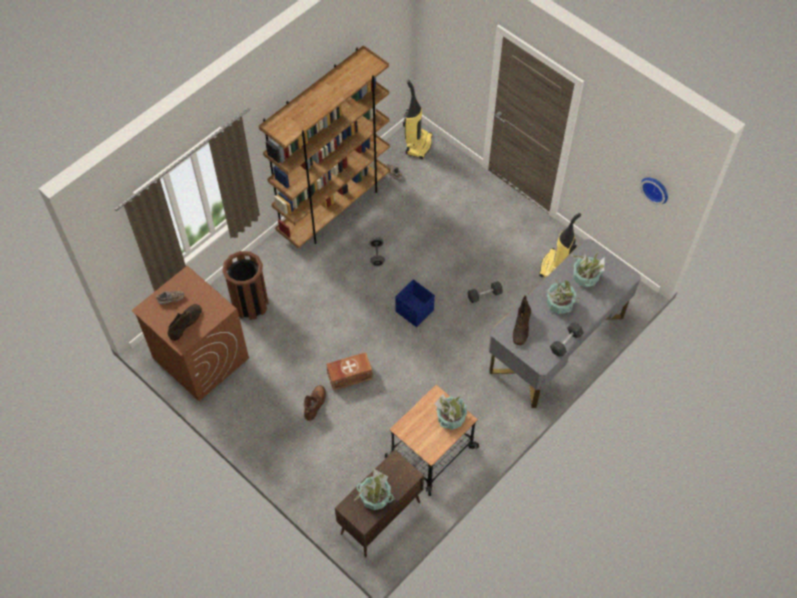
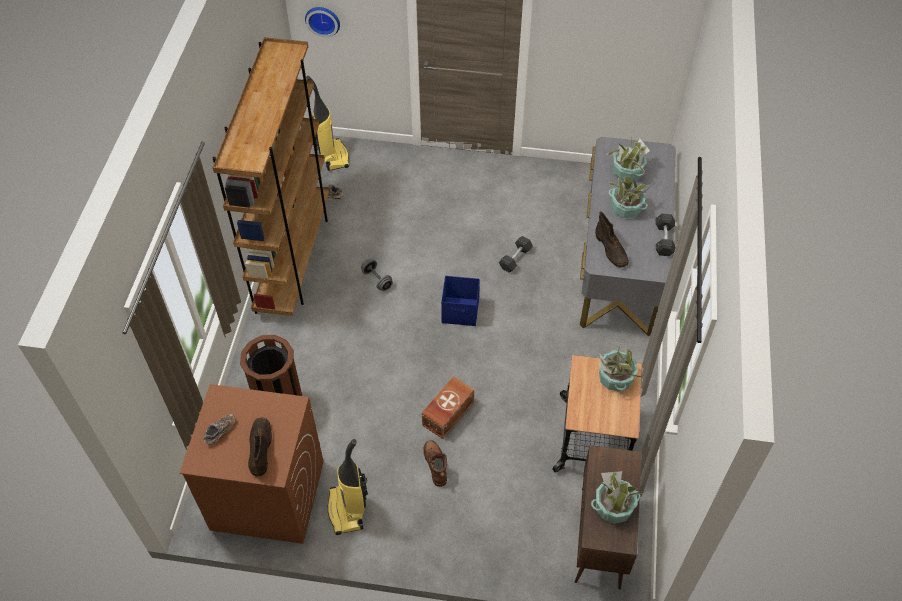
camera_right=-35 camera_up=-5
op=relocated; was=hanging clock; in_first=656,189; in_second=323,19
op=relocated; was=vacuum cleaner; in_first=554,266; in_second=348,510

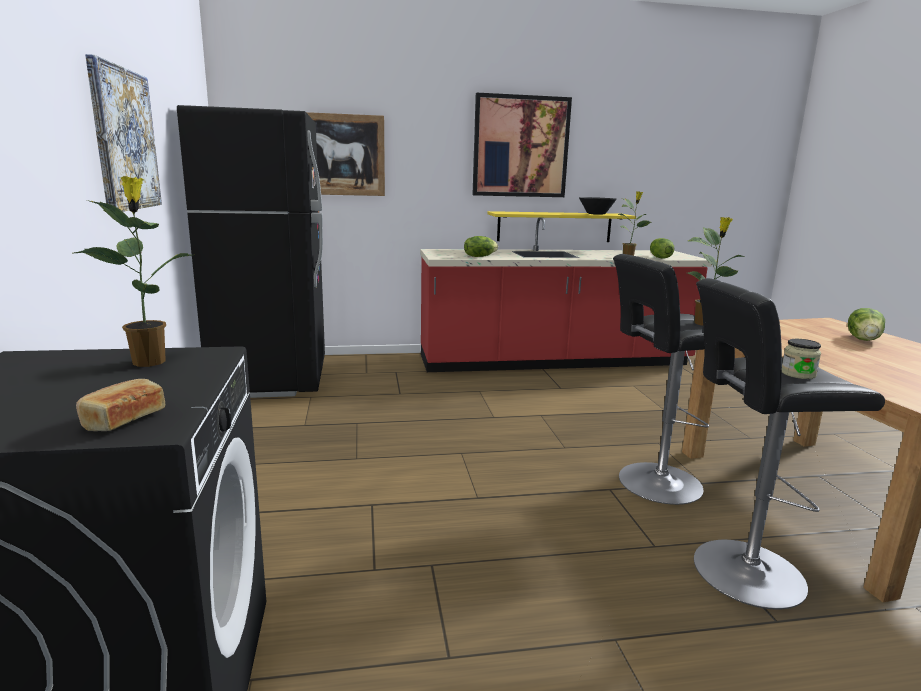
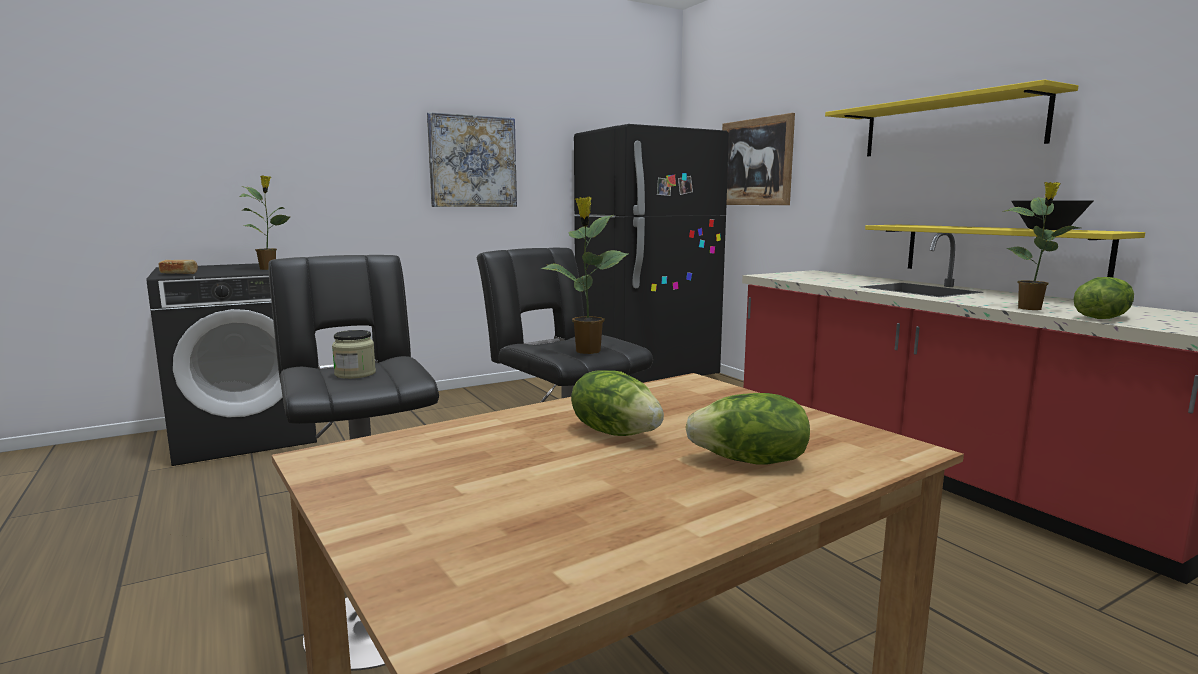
camera_right=70 camera_up=-5
op=exchanged; was=wall picture; now=yellow-coloured bracket shelf; in_first=520,147; in_second=950,126
op=relocated; was=head of lettuce; in_first=479,256; in_second=616,432

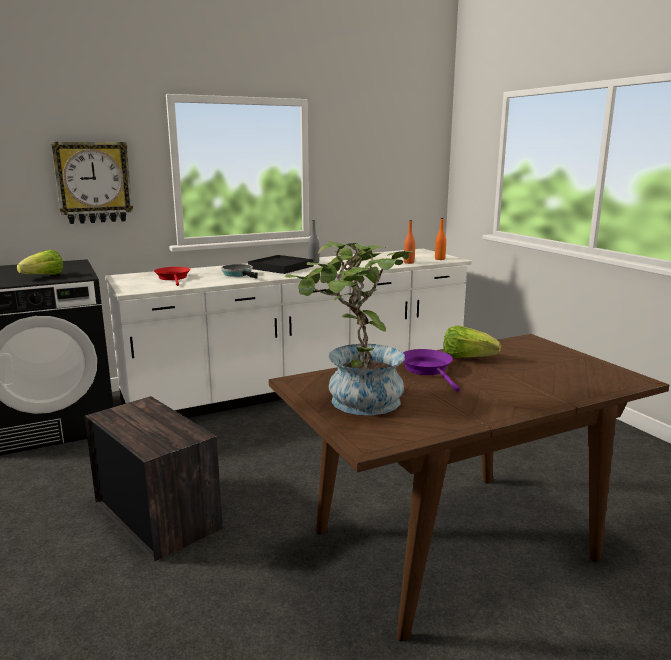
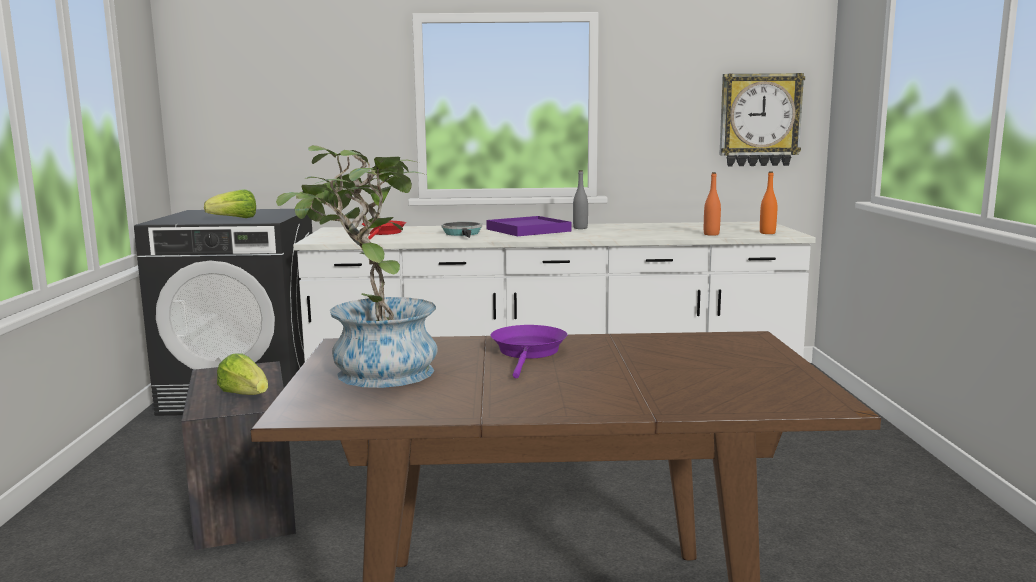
camera_right=25 camera_up=-5
op=relocated; was=hanging clock; in_first=93,182; in_second=759,120
op=colour; was=blackish carrying tray; now=purple carrying tray; in_first=281,267; in_second=528,230
op=relocated; was=head of lettuce; in_first=467,358; in_second=245,395

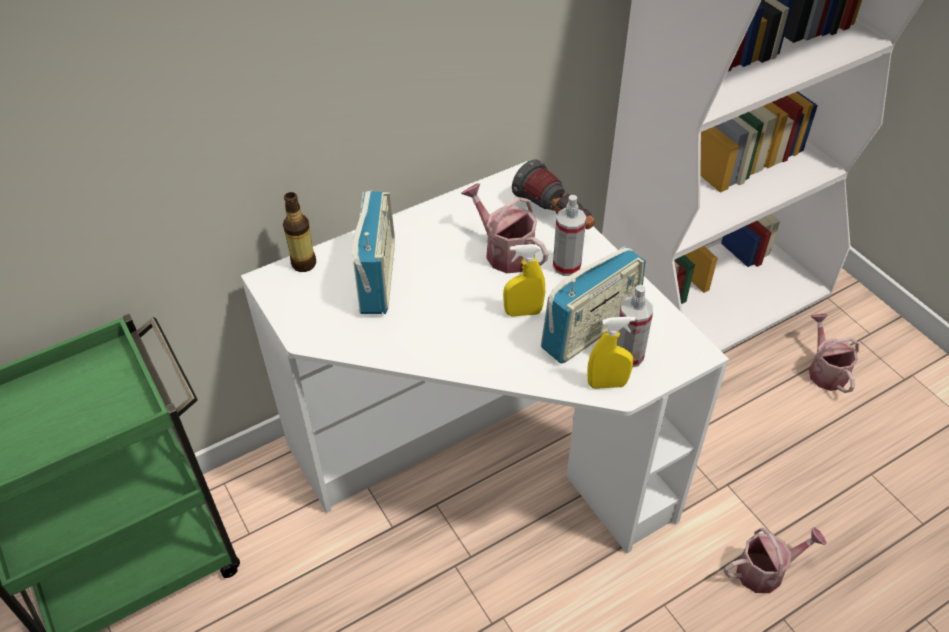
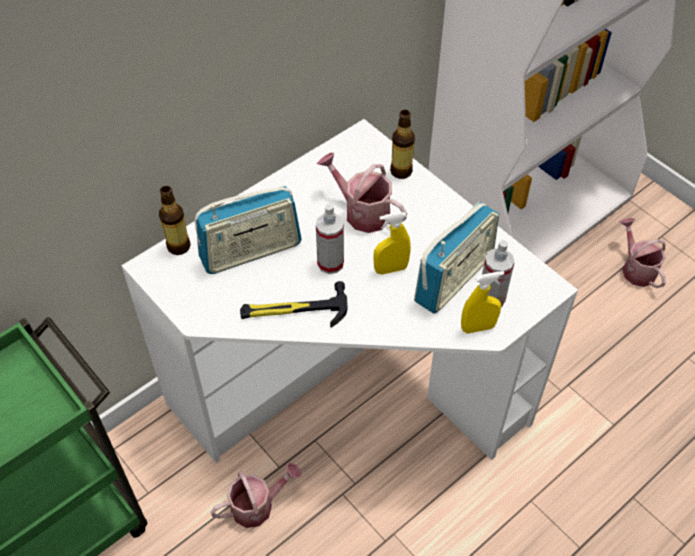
camera_right=-10 camera_up=5
op=exchanged; was=flashlight; now=bottle; in_first=555,216; in_second=401,171
op=spun; was=radio set; in_first=377,277; in_second=251,252; clockwise=75
op=relocated; was=sprayer; in_first=566,266; in_second=330,263
op=relocated; was=sprinkling can; in_first=766,570; in_second=257,505
op=appeared; now=hand hammer; in_second=294,310

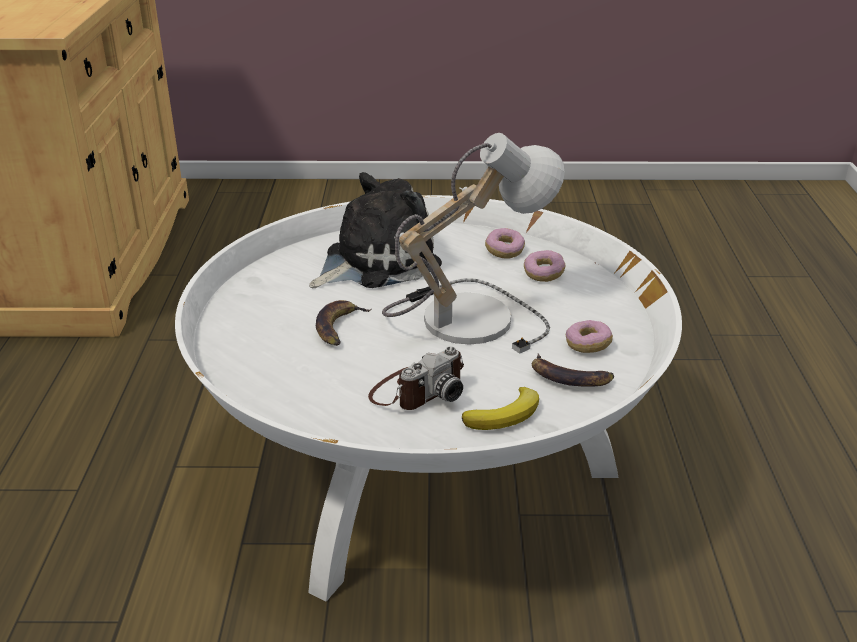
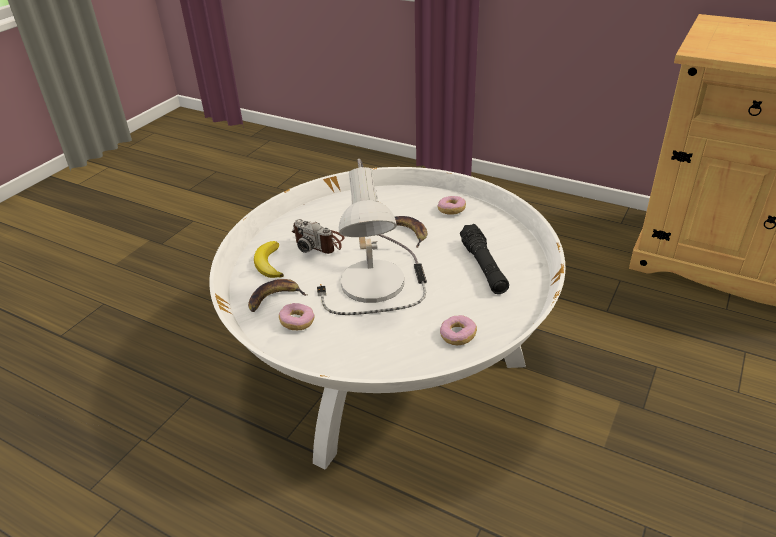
camera_right=120 camera_up=5
op=exchanged; was=cuddly toy; now=blackish flashlight; in_first=375,262; in_second=483,267
op=relocated; was=donut; in_first=543,274; in_second=451,210
op=spun; was=still camera; in_first=417,390; in_second=319,242; clockwise=-45

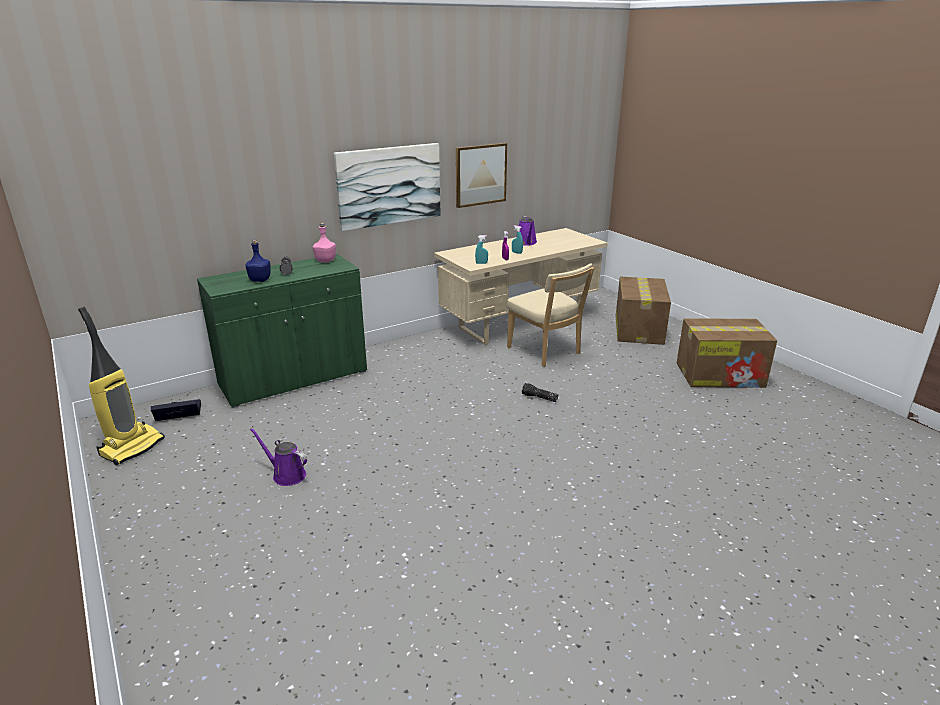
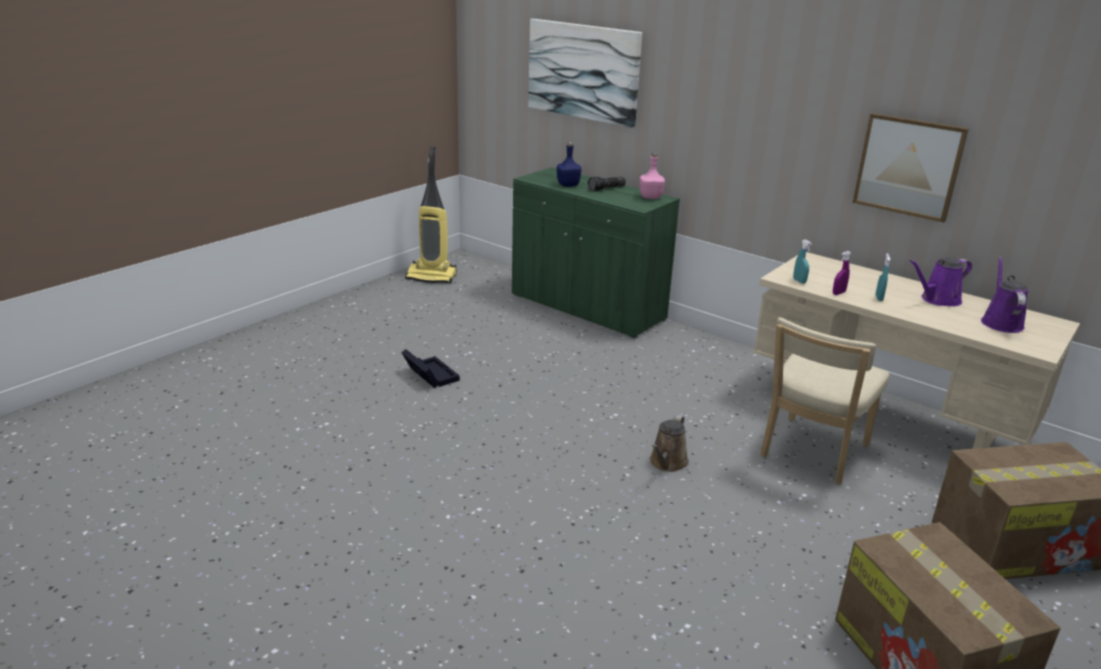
camera_right=70 camera_up=0
op=relocated; was=wall picture; in_first=389,185; in_second=583,71
op=exchanged; was=flashlight; now=brown-coloured sprinkling can; in_first=539,398; in_second=667,463
op=relocated; was=blackish storage bin; in_first=177,414; in_second=429,375
op=relocated; was=purple sprinkling can; in_first=286,475; in_second=1000,322

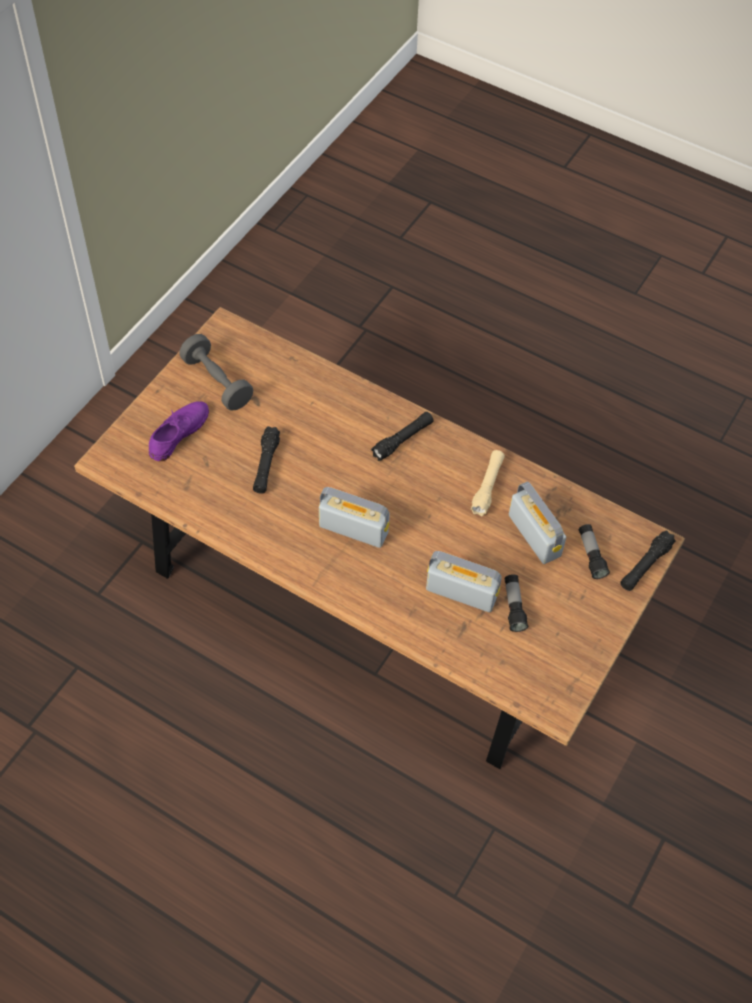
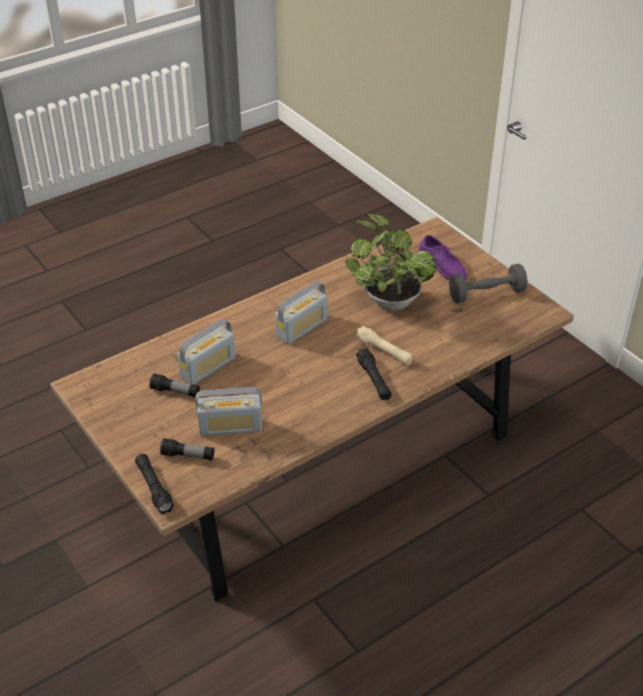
camera_right=115 camera_up=-15
op=exchanged; was=blackish flashlight; now=plant in a pot; in_first=266,465; in_second=388,300
op=relocated; was=sand-coloured flashlight; in_first=487,486; in_second=384,351

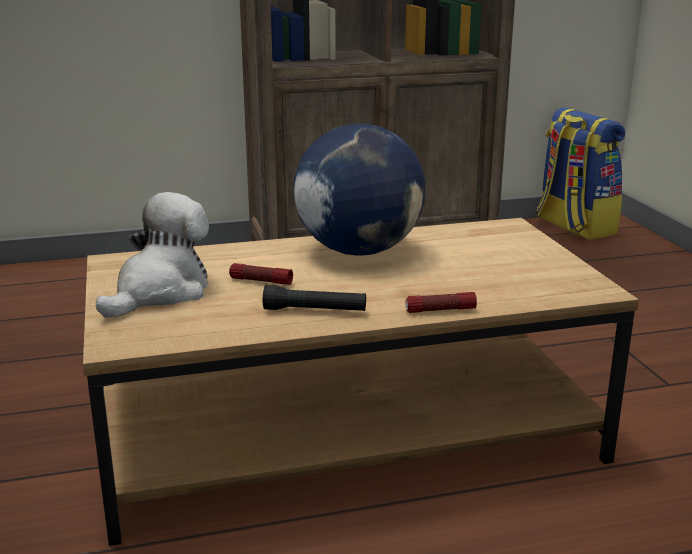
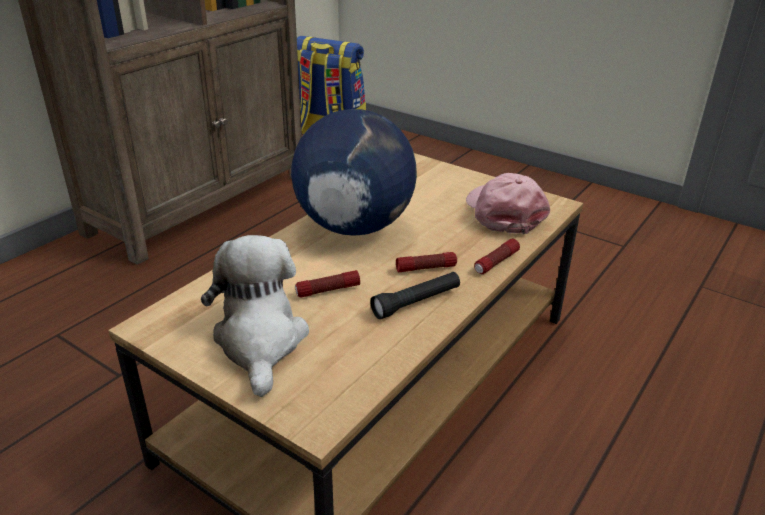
camera_right=-40 camera_up=10
op=appeared; now=pinkish baseball cap; in_second=504,212
op=appeared; now=flashlight; in_second=426,268

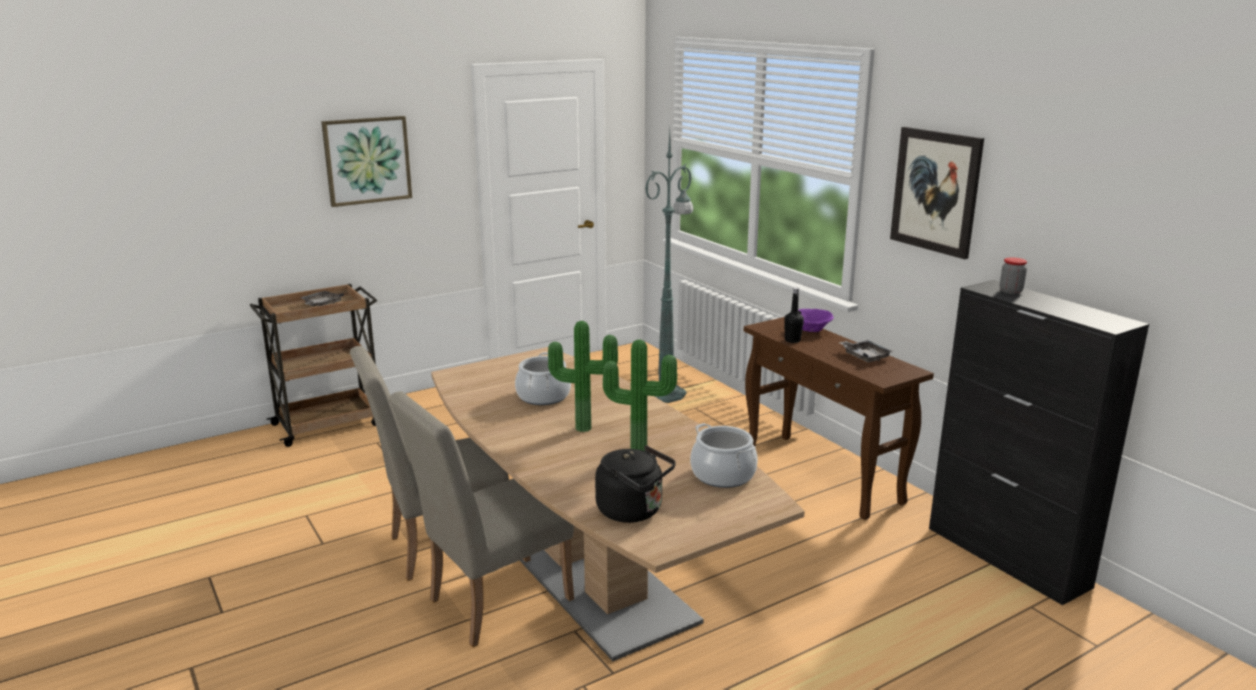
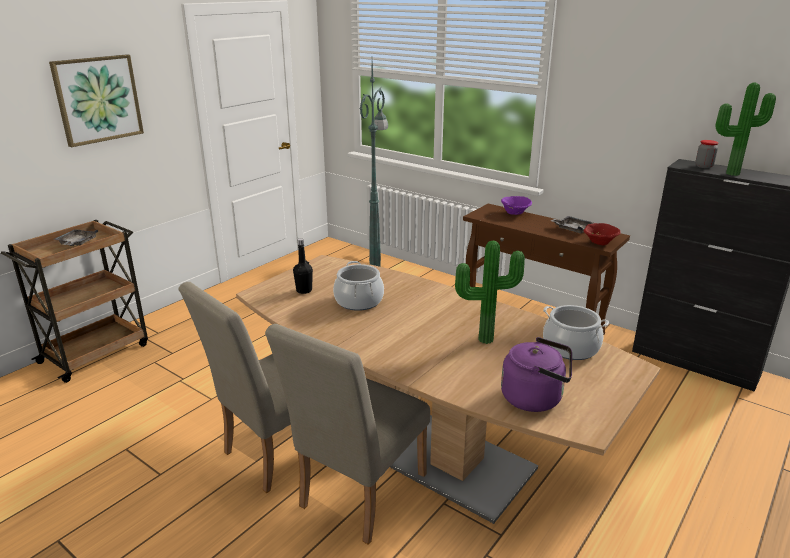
camera_right=-20 camera_up=5
op=missing; was=wall picture; in_first=936,191
op=relocated; was=blackish bottle; in_first=792,340; in_second=304,290
op=relocated; was=plant in a pot; in_first=583,427; in_second=731,173
op=colour; was=blackish tea kettle; now=purple tea kettle; in_first=633,511; in_second=535,398
op=appeared; now=reddish bowl; in_second=599,243

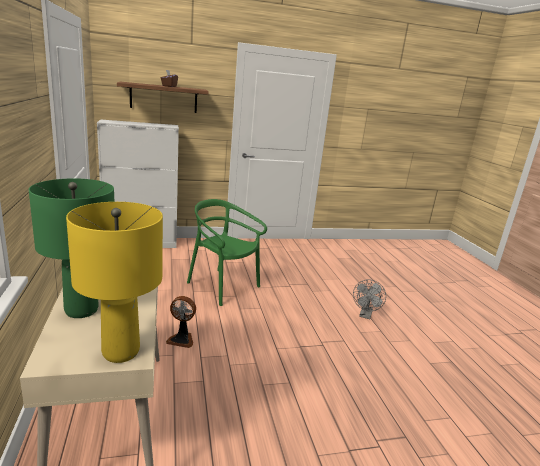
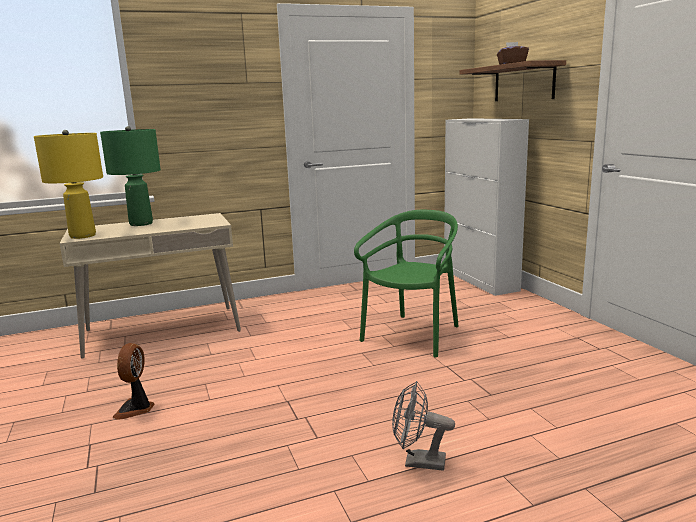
camera_right=85 camera_up=-5
op=relocated; was=electric fan; in_first=181,339; in_second=136,409

